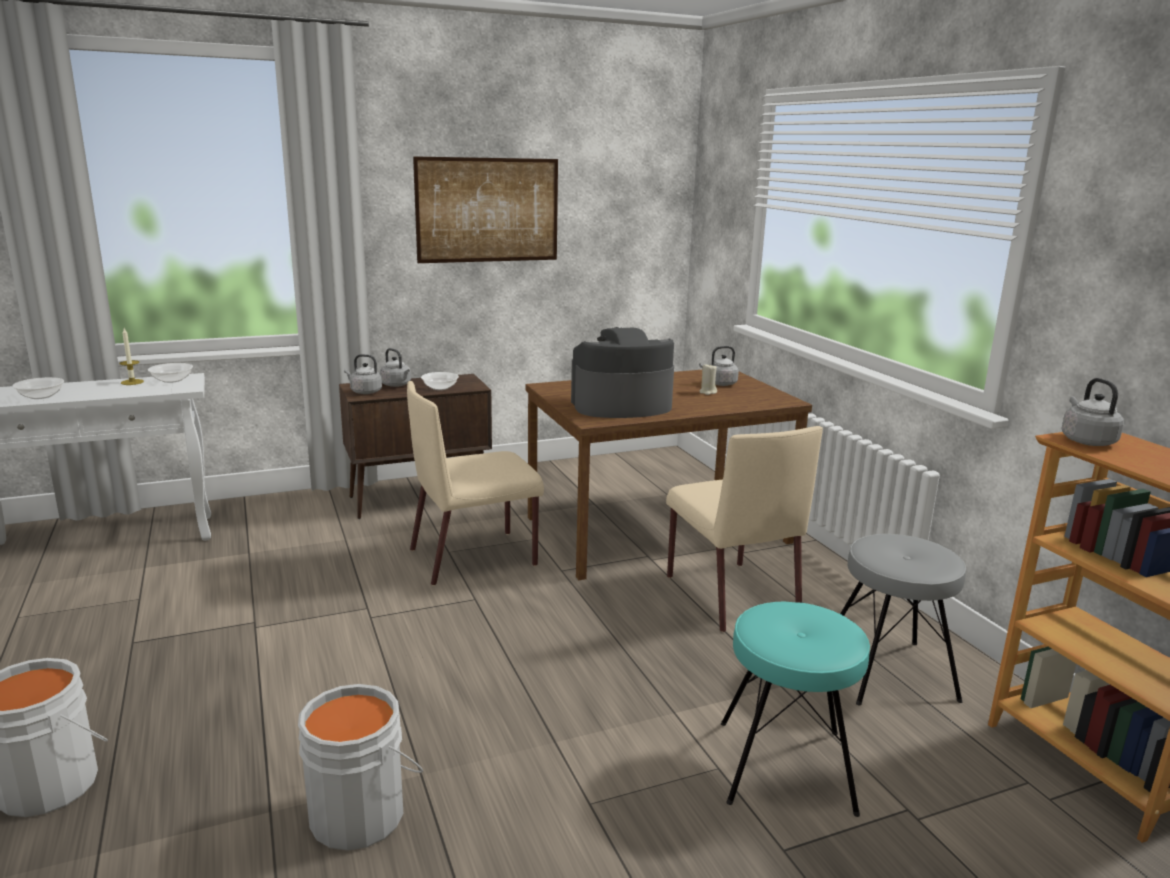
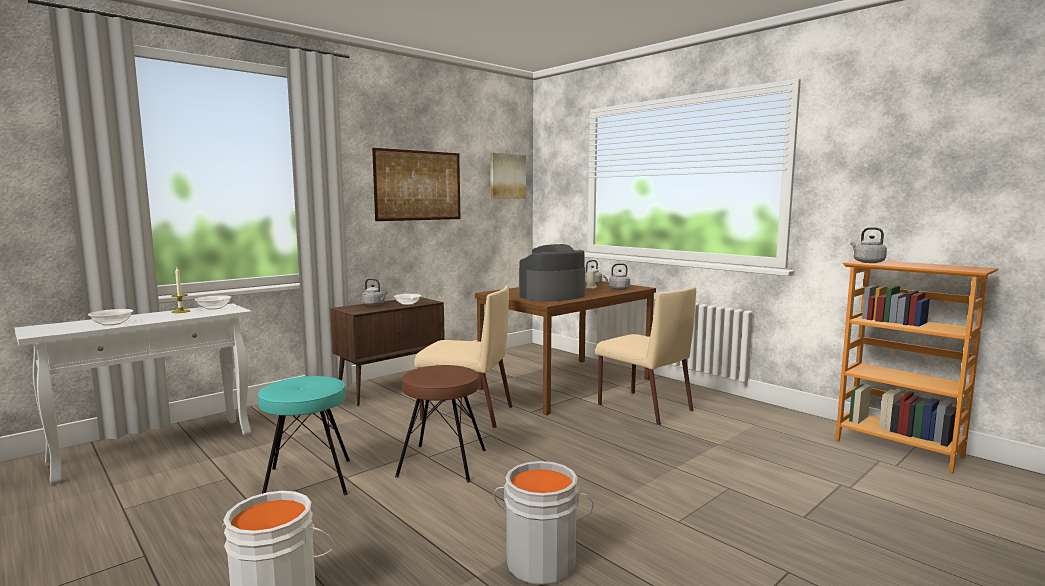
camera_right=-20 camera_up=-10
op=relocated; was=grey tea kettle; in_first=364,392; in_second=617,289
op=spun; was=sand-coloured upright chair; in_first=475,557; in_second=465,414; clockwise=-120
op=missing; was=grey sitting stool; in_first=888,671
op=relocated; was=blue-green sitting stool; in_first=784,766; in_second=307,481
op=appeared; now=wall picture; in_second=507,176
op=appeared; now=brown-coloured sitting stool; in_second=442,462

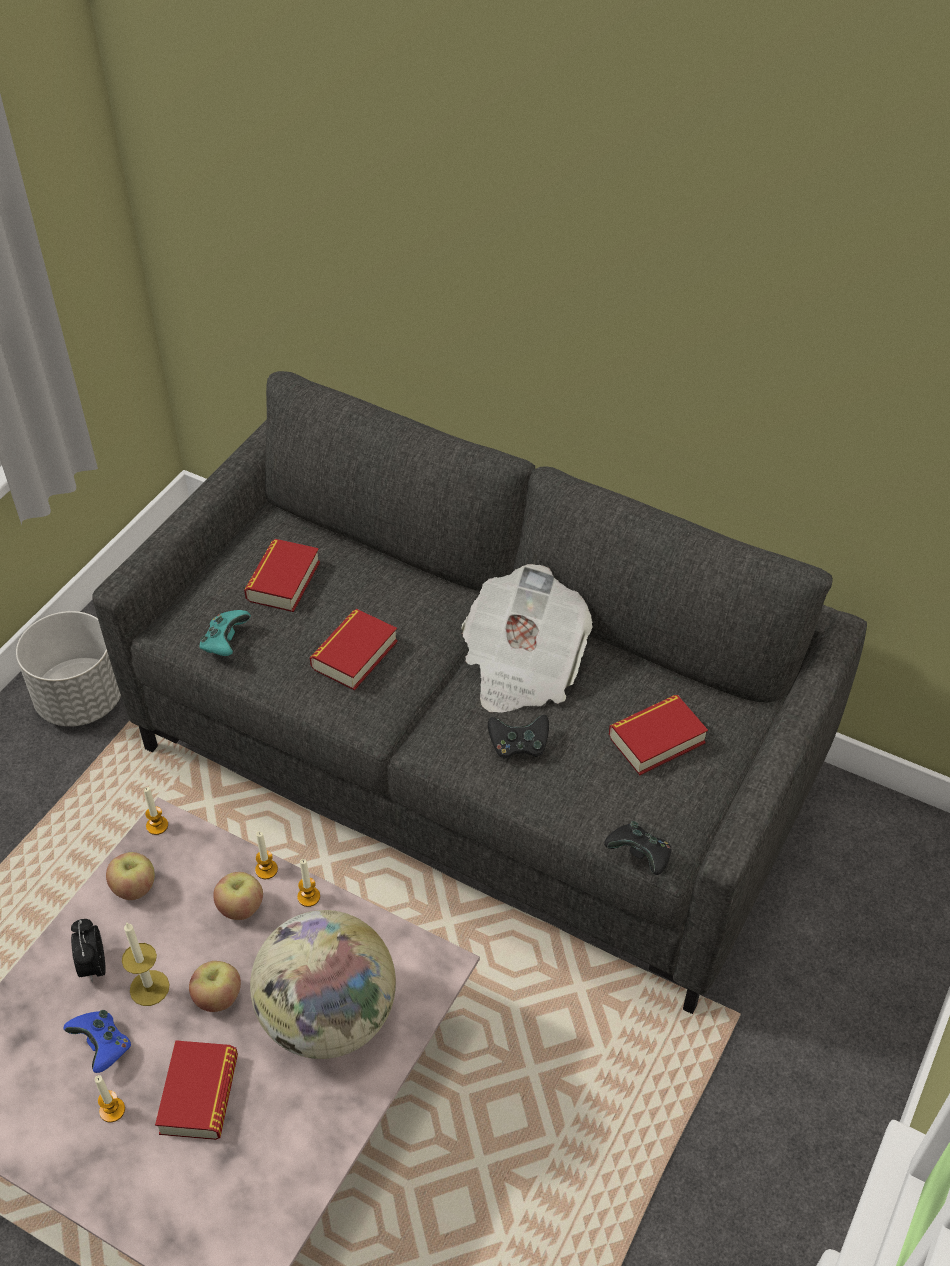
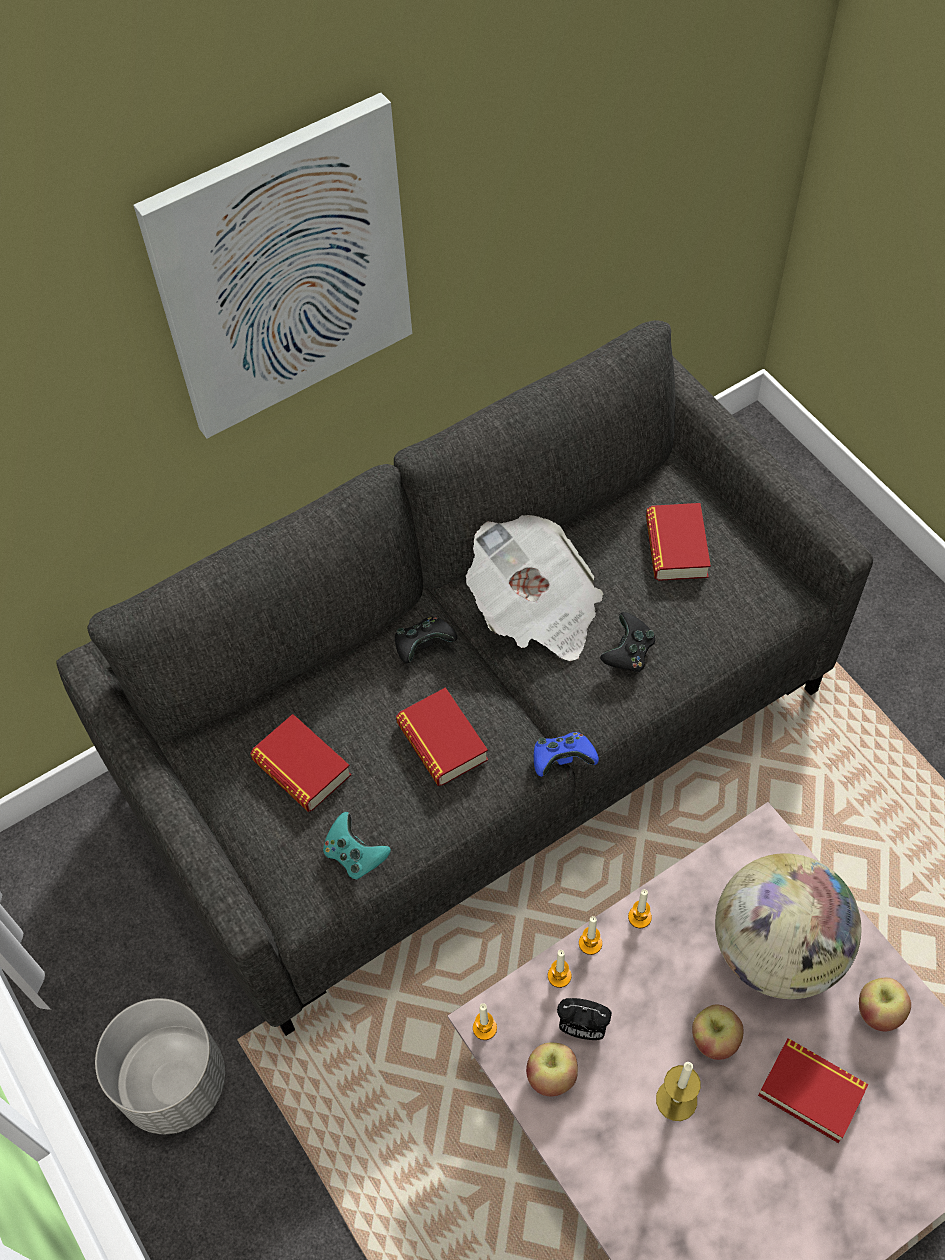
camera_right=-60 camera_up=10
op=relocated; was=blackish joypad; in_first=640,856; in_second=423,646
op=relocated; was=apple; in_first=241,907; in_second=878,1011
op=relocated; was=alarm clock; in_first=93,965; in_second=582,1028
op=relocated; was=blue joypad; in_first=103,1046; in_second=563,760
op=relocated; was=wax candle; in_first=112,1110; in_second=559,976
op=appeared; now=wall picture; in_second=283,270

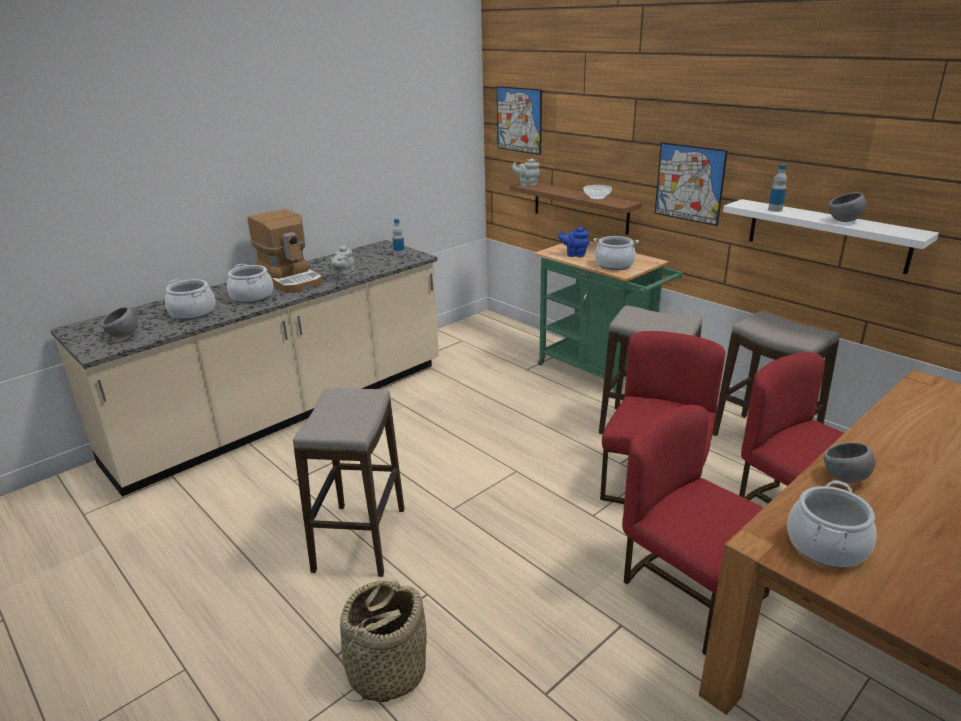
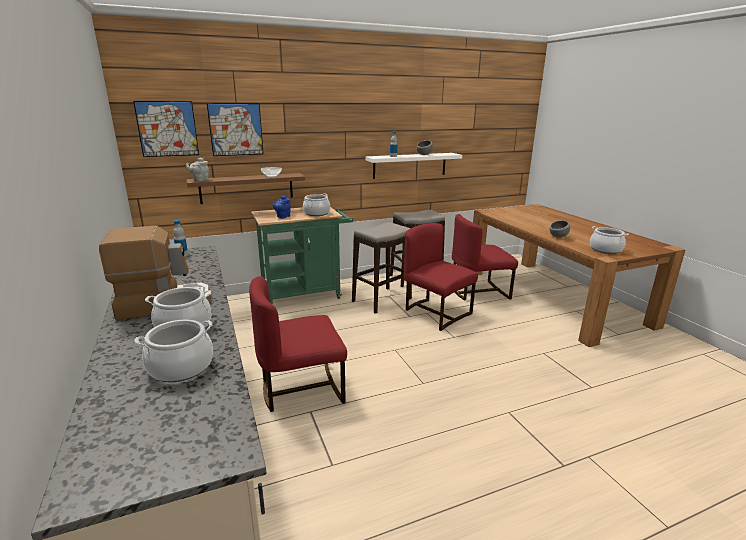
camera_right=-70 camera_up=-5
op=relocated; was=wall picture; in_first=689,183; in_second=236,129
op=missing; was=grey teapot; in_first=344,277
op=missing; was=grey bowl; in_first=124,335
op=missing; was=sitting stool; in_first=359,540
op=relocated; was=reddish upright chair; in_first=689,592; in_second=301,389
op=missing; was=basket; in_first=386,671

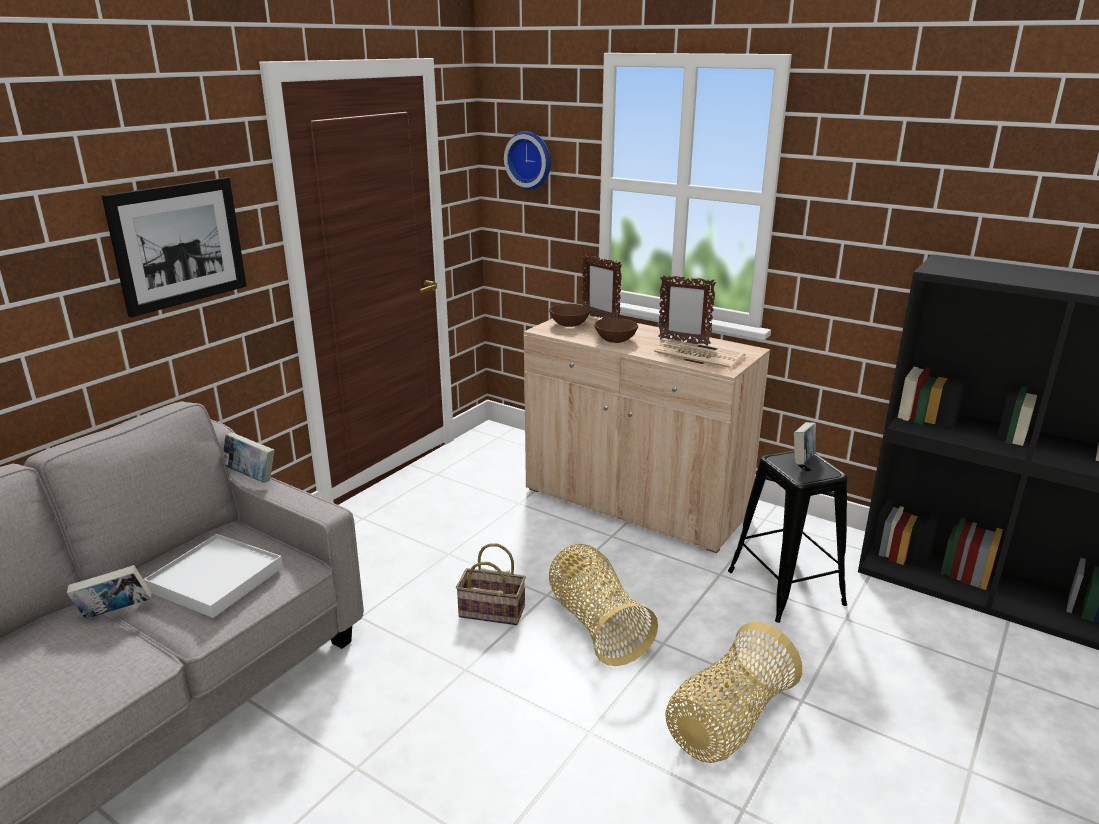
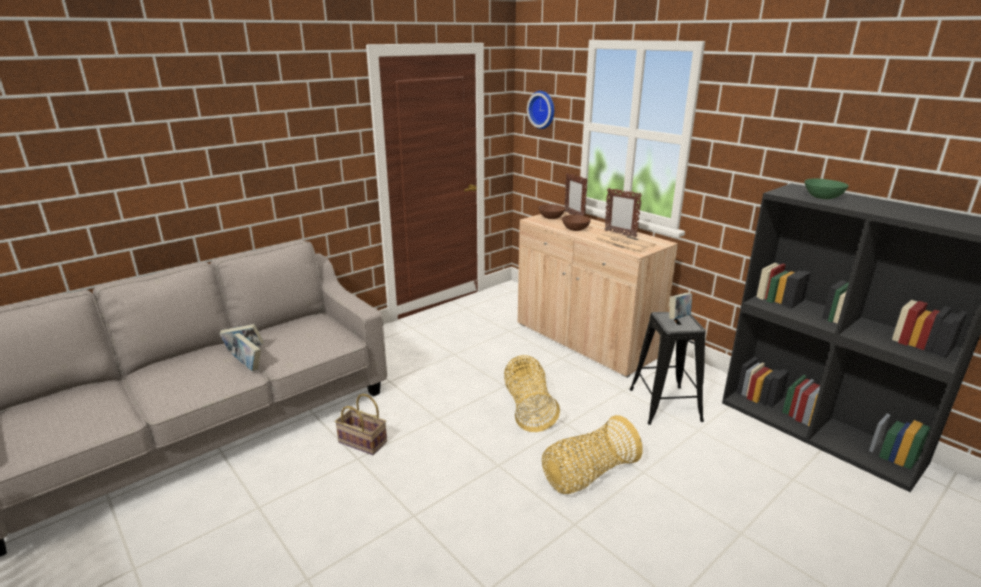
camera_right=15 camera_up=0
op=missing; was=wall picture; in_first=179,244
op=relocated; was=volume; in_first=251,476; in_second=248,365
op=missing; was=white carrying tray; in_first=216,579
op=relocated; was=basket; in_first=490,612; in_second=361,442
op=appeared; now=green-coloured bowl; in_second=822,197

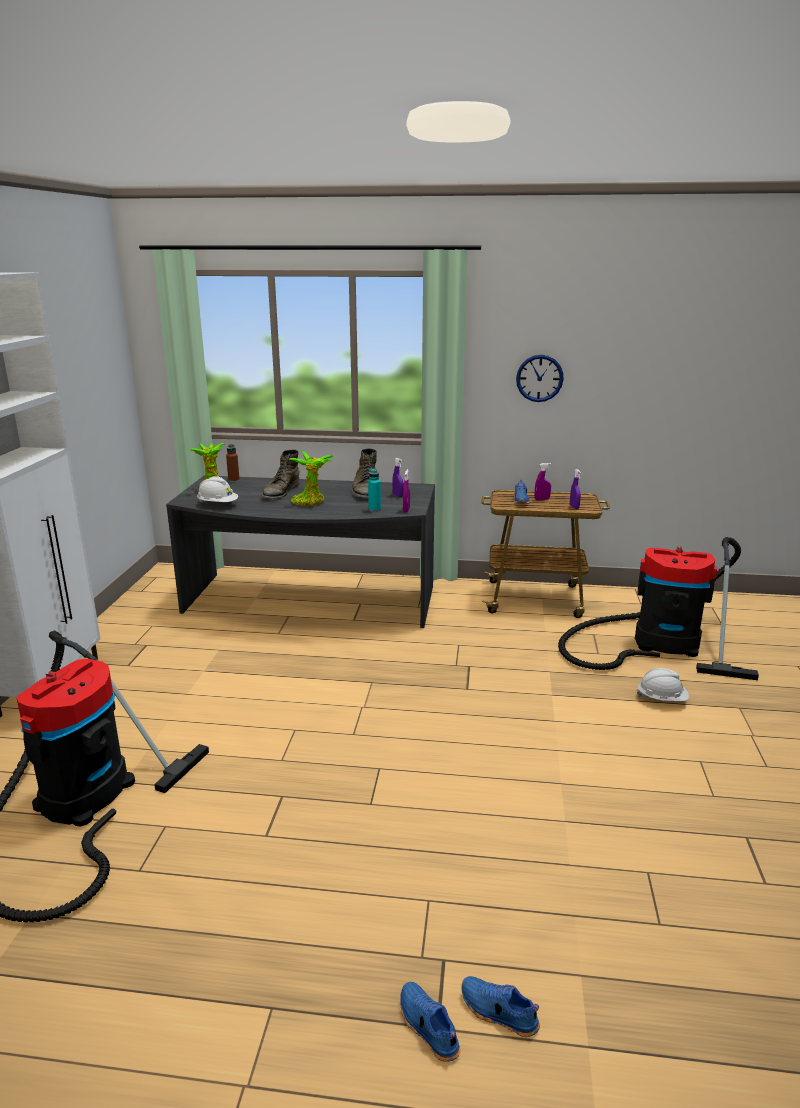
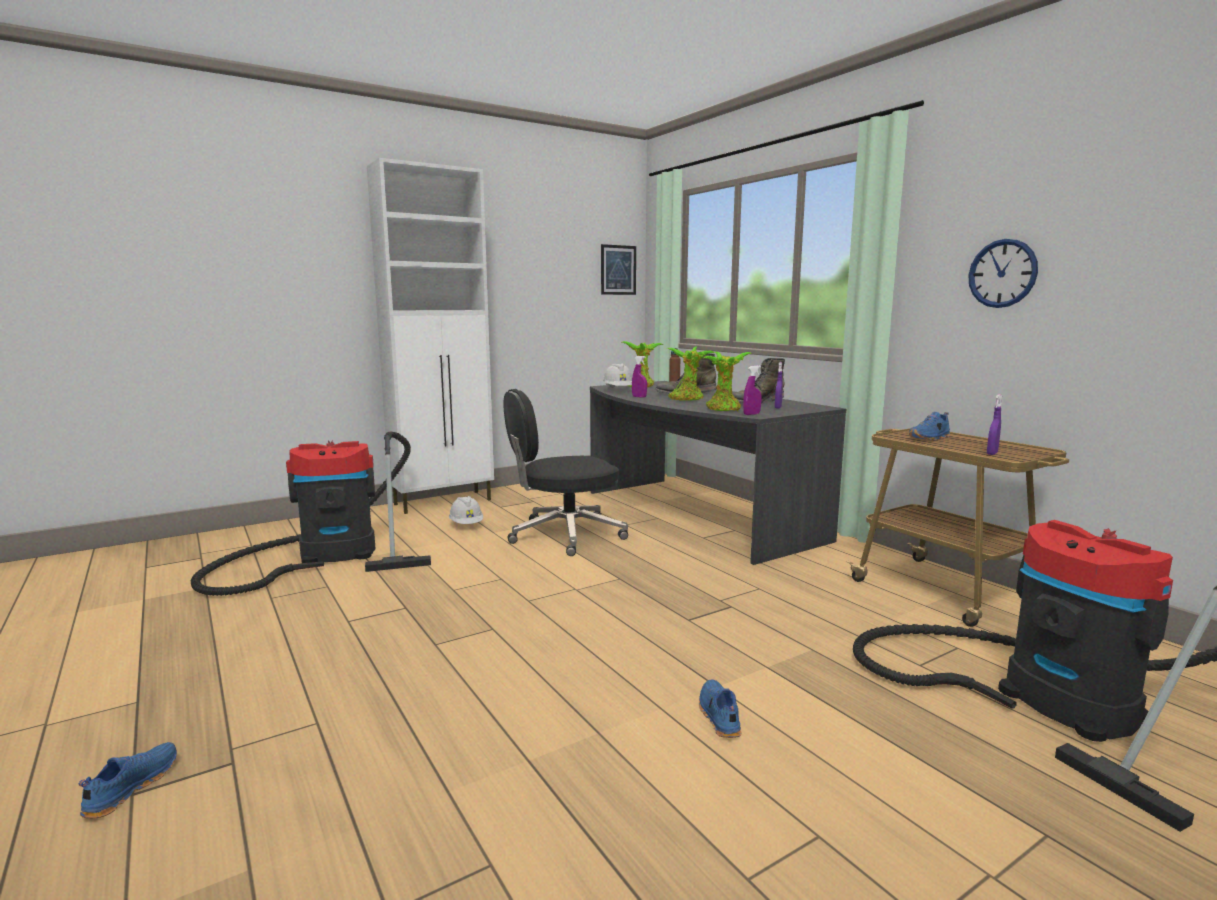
camera_right=50 camera_up=-10
op=relocated; was=purple sprayer; in_first=542,499; in_second=639,397
op=exchanged; was=blue-green bottle; now=plant in a pot; in_first=374,509; in_second=724,409
op=relocated; was=white safety helmet; in_first=662,699; in_second=466,525
op=relocated; was=blue low shoe; in_first=498,1013; in_second=718,716
op=appeared; now=wall picture; in_second=618,270
op=appeared; now=blackish desk chair; in_second=564,535

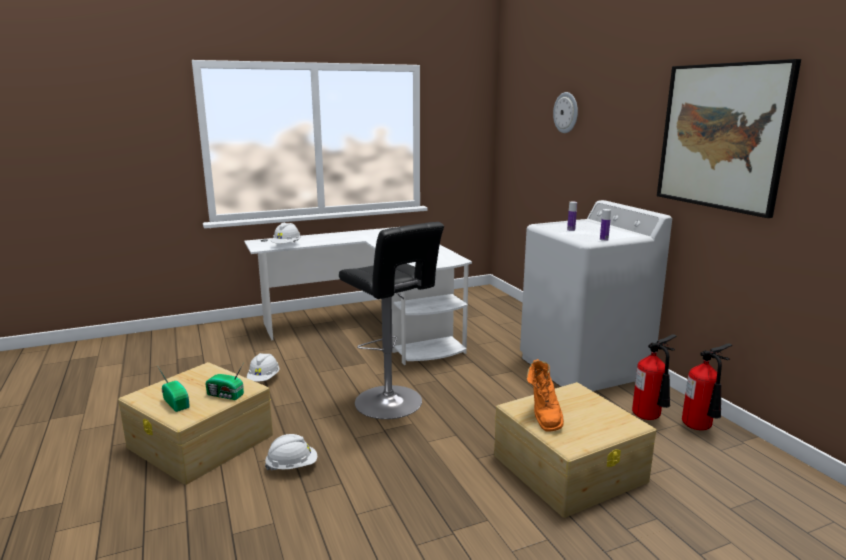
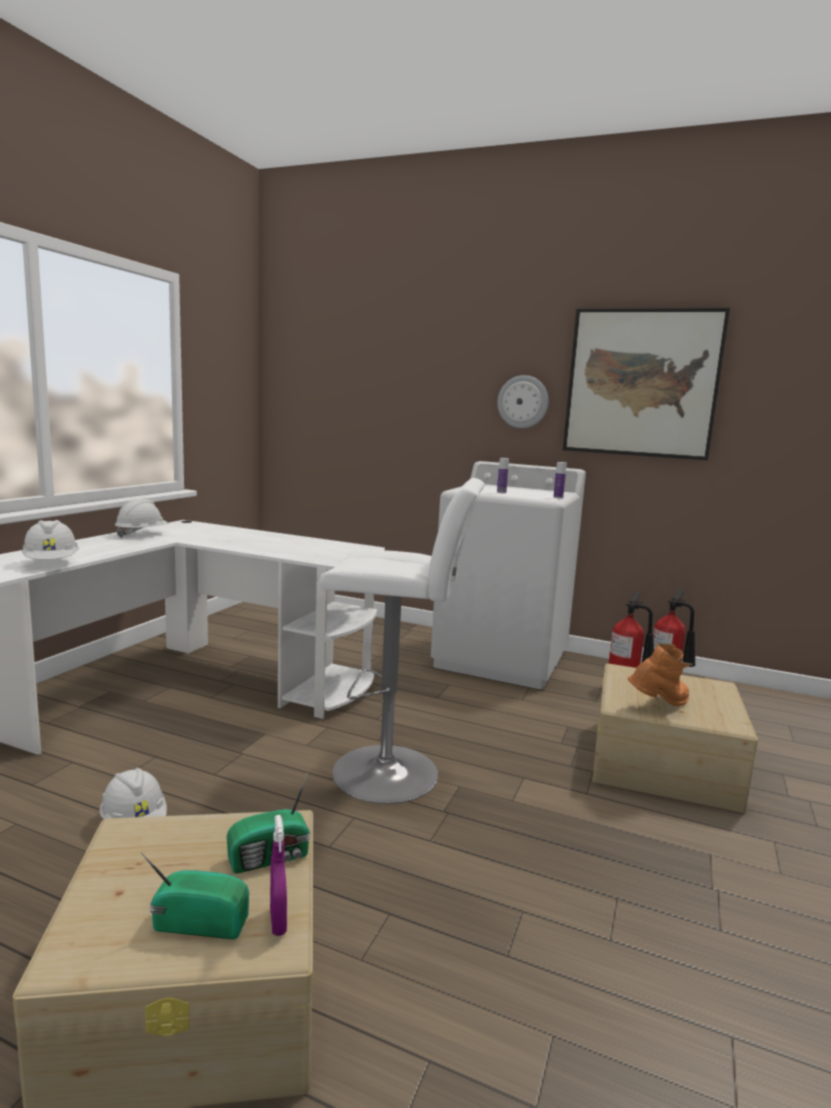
camera_right=-45 camera_up=-5
op=relocated; was=hanging clock; in_first=566,112; in_second=523,402
op=colour; was=blackish sitting stool; now=white sitting stool; in_first=391,403; in_second=393,773
op=spun; was=orangey high-top boot; in_first=544,416; in_second=659,705; clockwise=-75
op=relocated; was=white safety helmet; in_first=292,466; in_second=142,534
op=appeared; now=purple sprayer; in_second=278,922

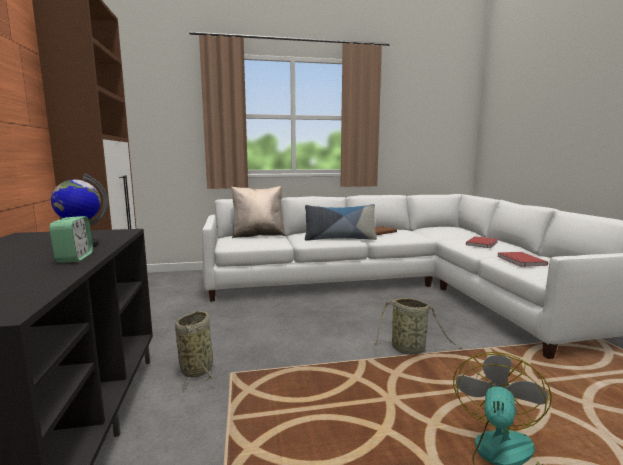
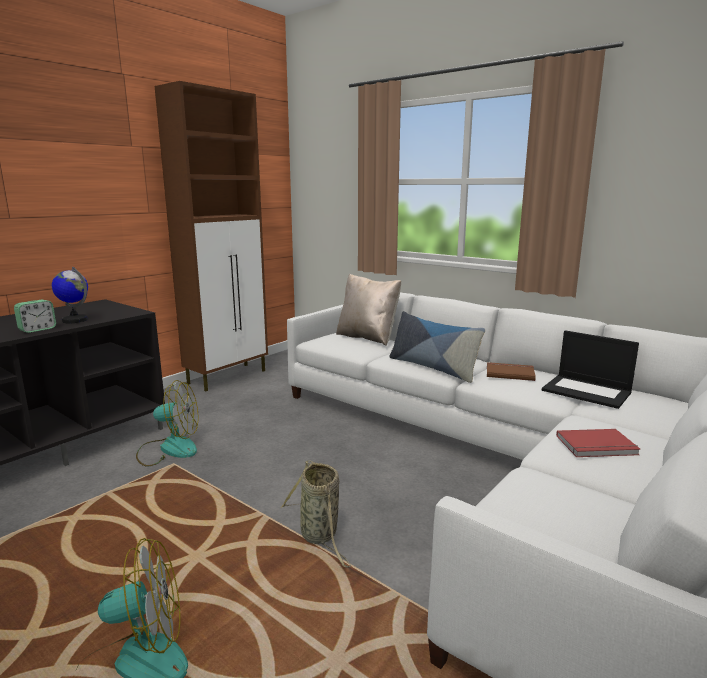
camera_right=50 camera_up=5
op=missing; was=reddish volume; in_first=519,261
op=exchanged; was=basket; now=electric fan; in_first=197,369; in_second=169,449
op=appeared; now=portable computer; in_second=587,391

